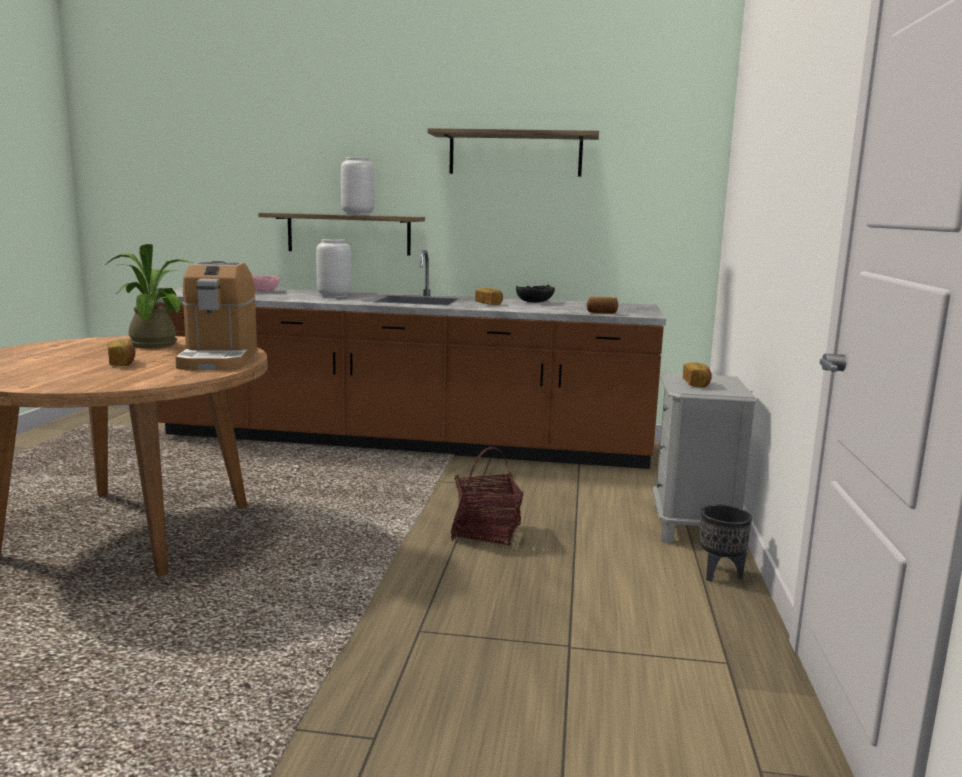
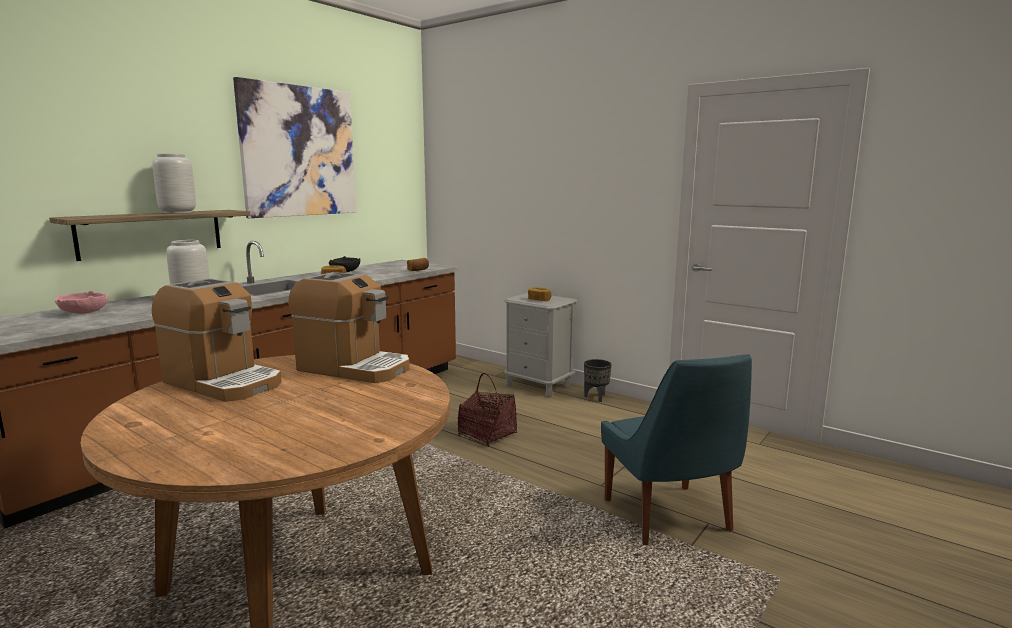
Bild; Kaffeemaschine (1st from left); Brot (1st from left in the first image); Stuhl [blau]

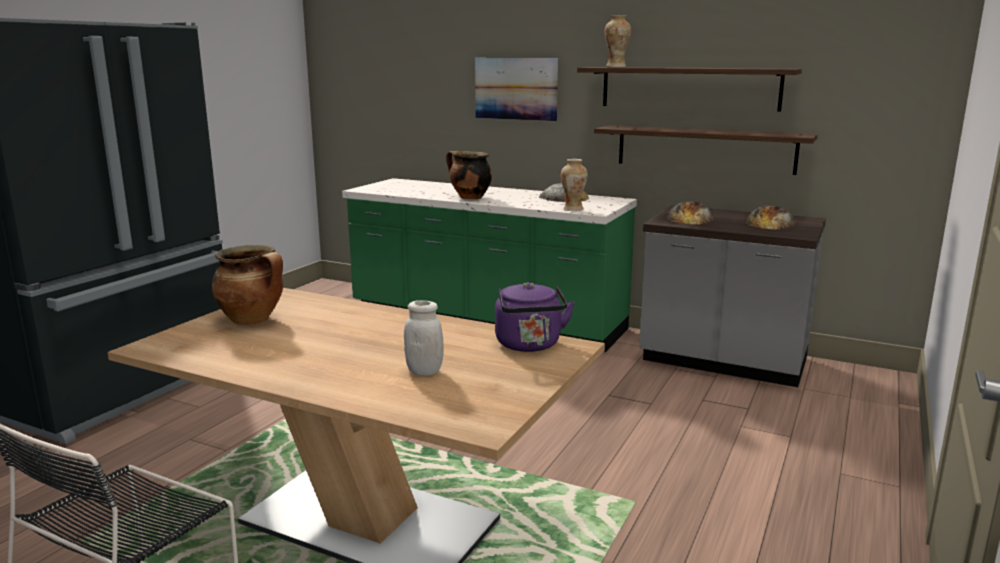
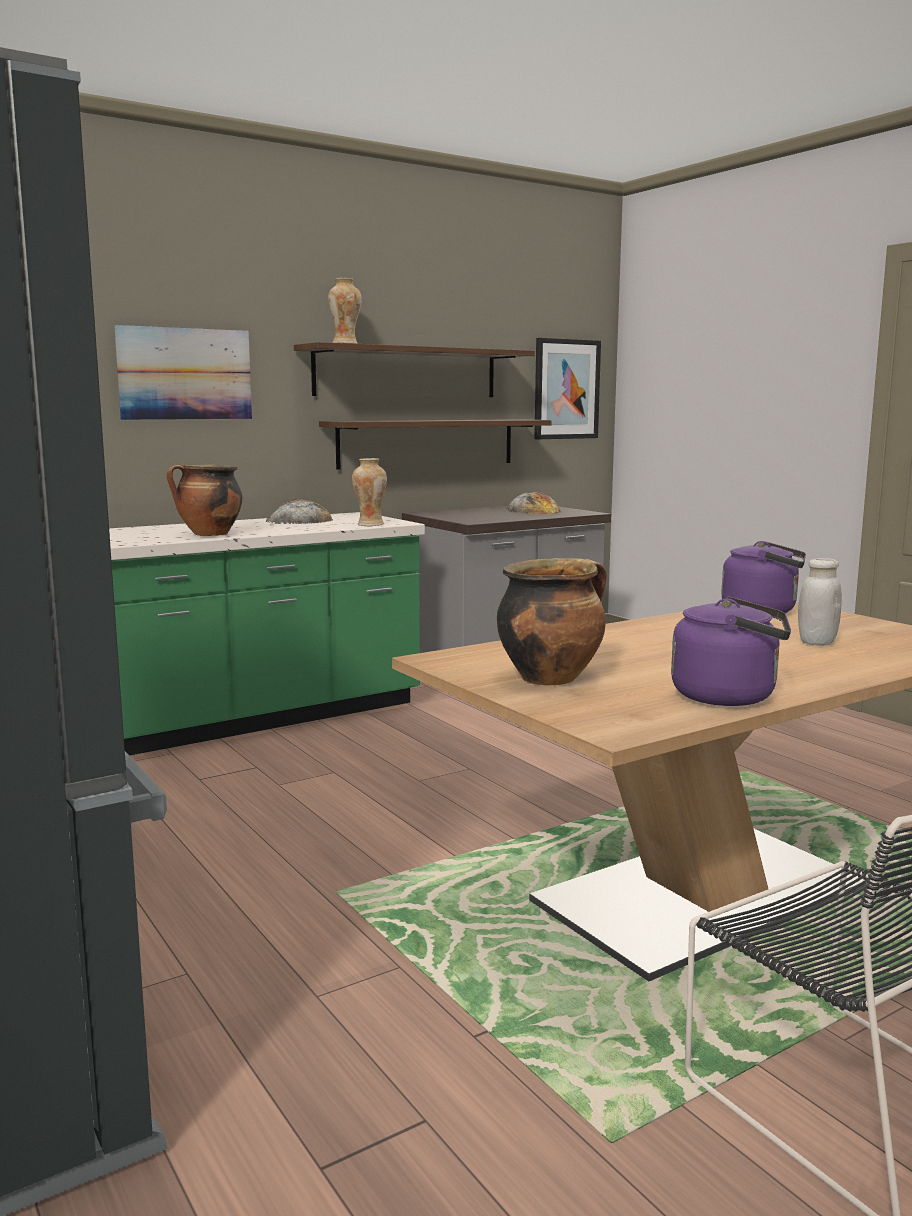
Brot (2nd from left in the first image); Bild (2nd from left); Wasserkessel [lila] (1st from left)

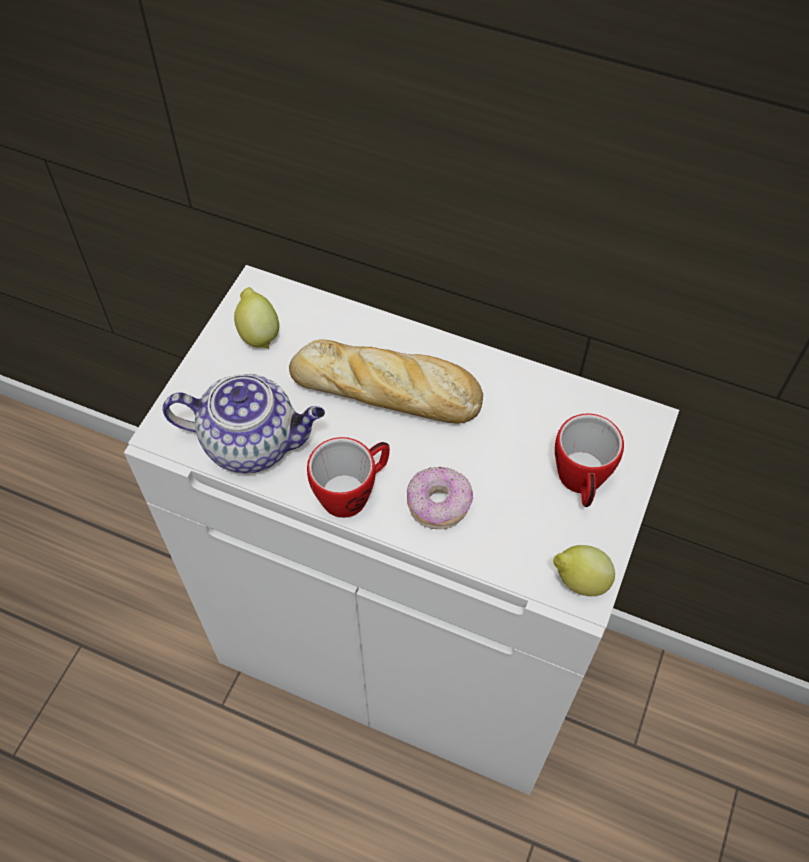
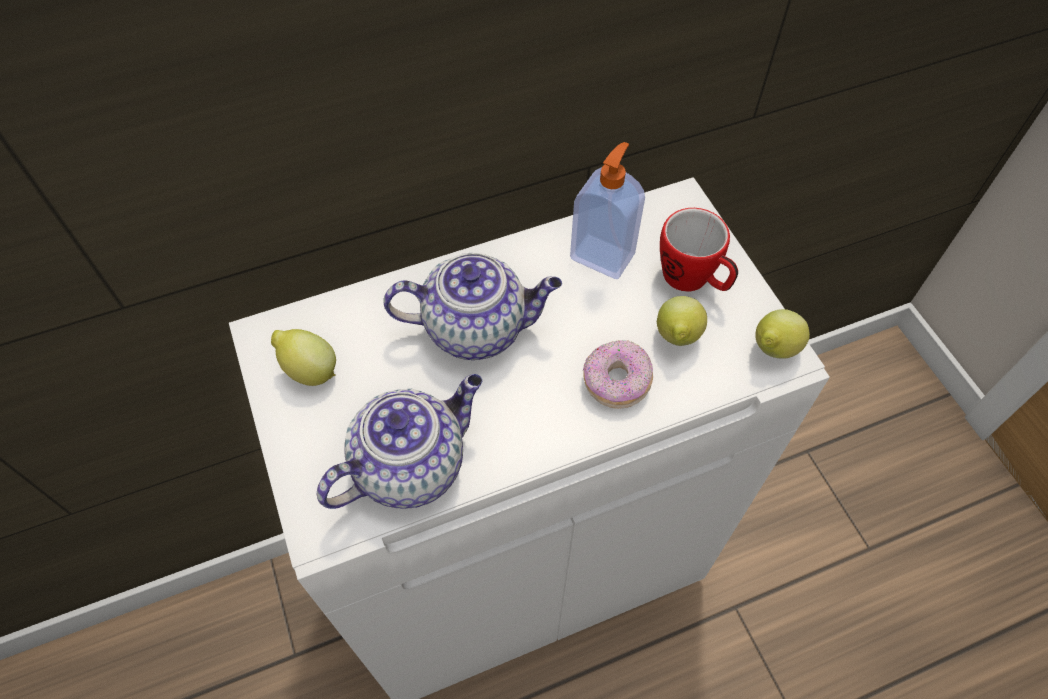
Teekanne (2nd from left); Henkelbecher (1st from left in the first image); Seifenspender; Zitrone (2nd from left)

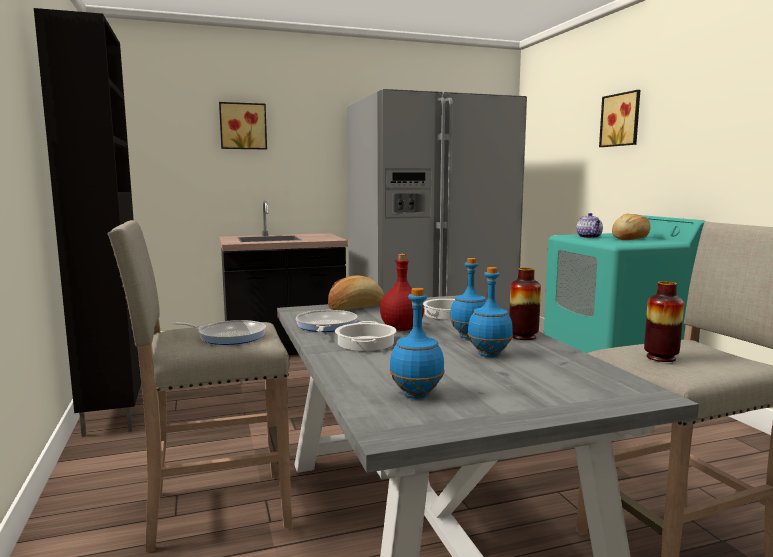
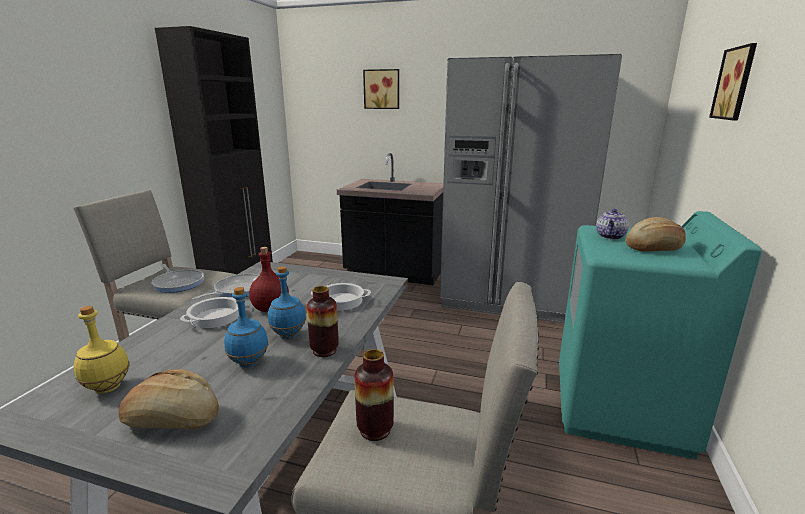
Brot (1st from left); Flasche [gelb]

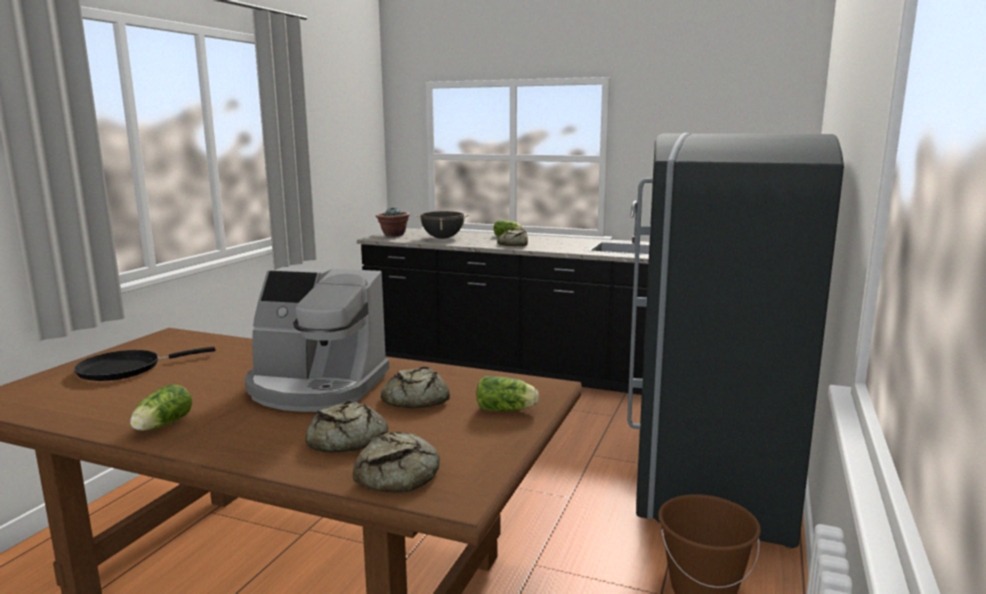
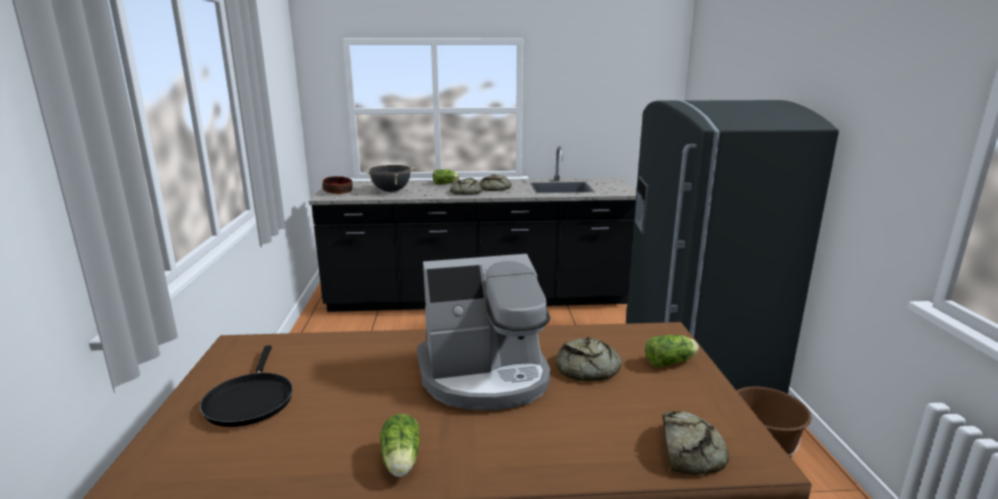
Schüssel; Pfanne [schwarz]; Brot (2nd from left)

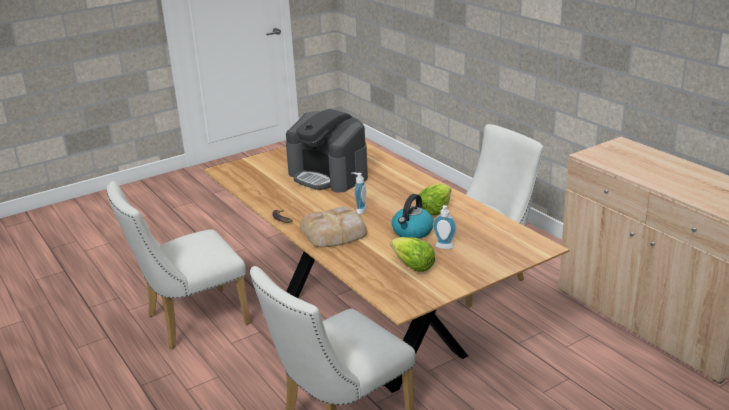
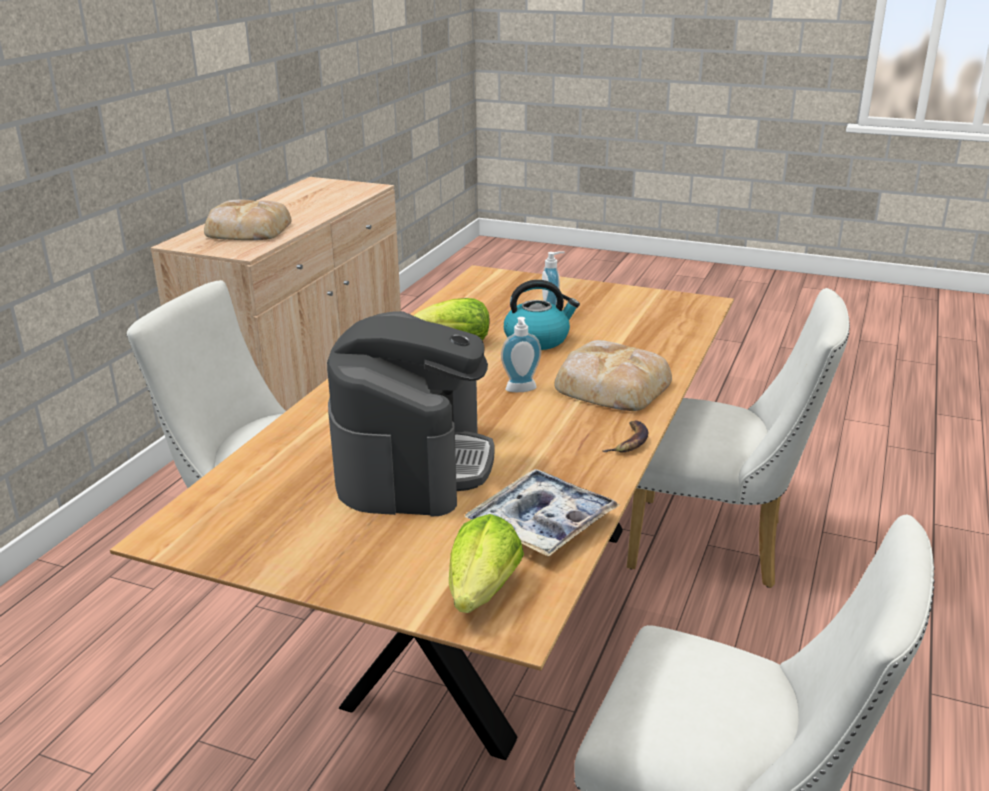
Salatkopf (2nd from left); Brot (1st from left); Tablett

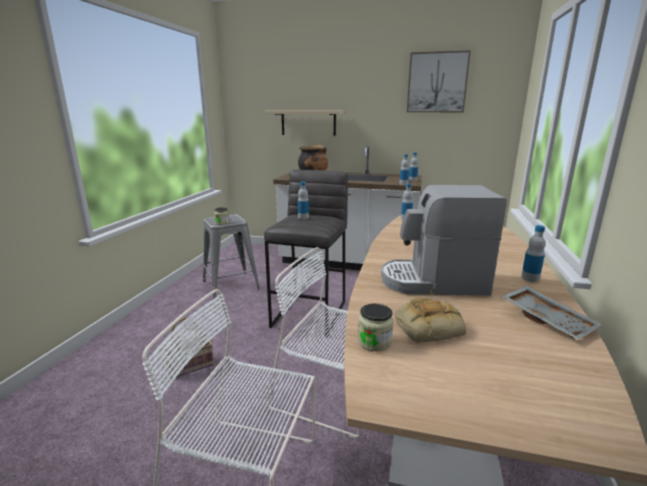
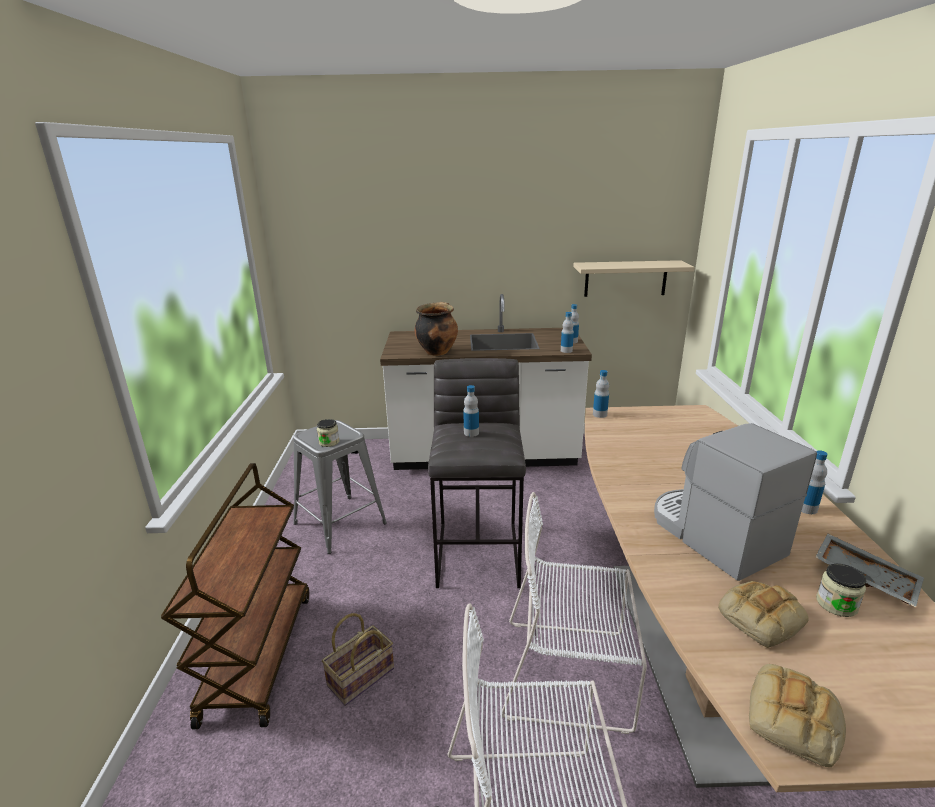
Bild; Wandregal [beige]; Kaffeemaschine; Vorratsglas (2nd from left); Rollwagen [braun]; Brot (2nd from left)

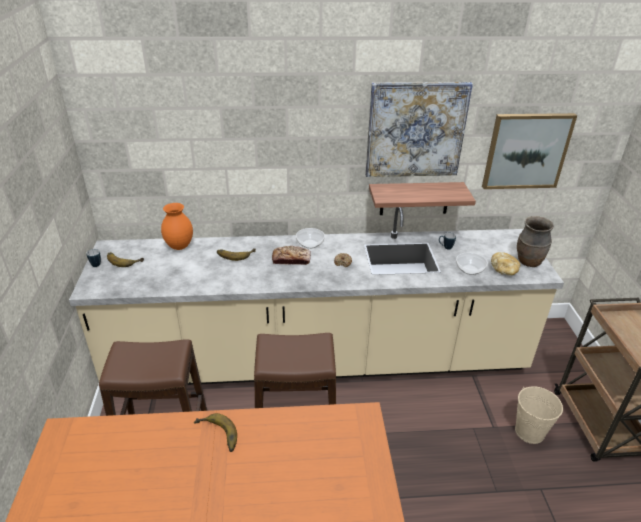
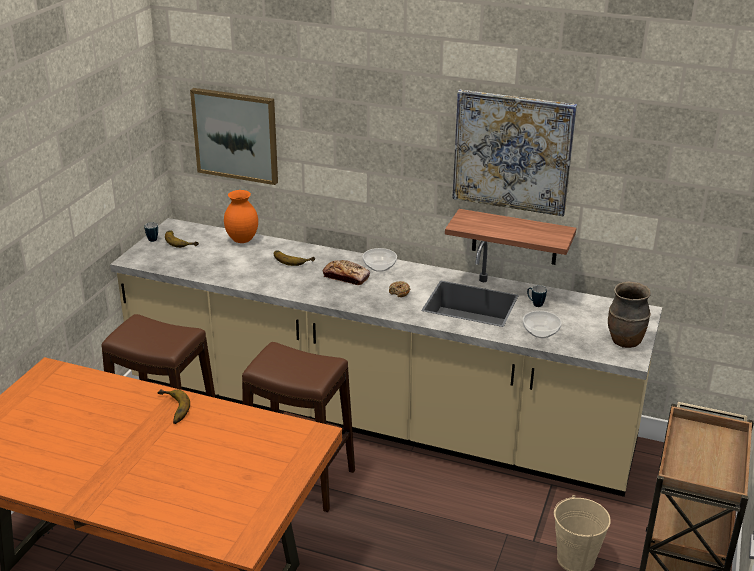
Bild (1st from left); Brot (2nd from left in the first image)

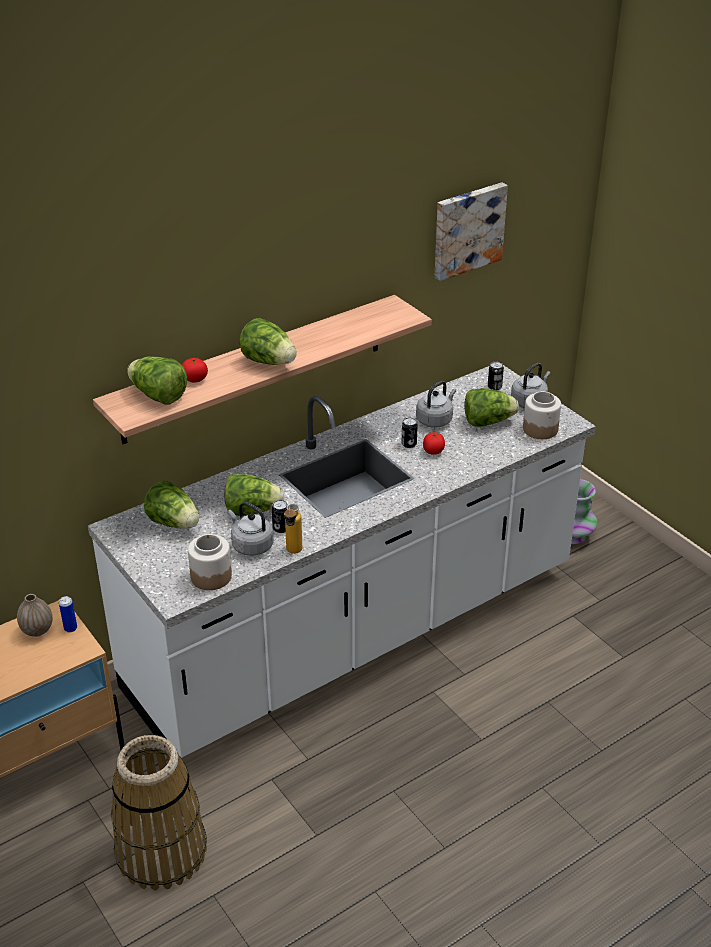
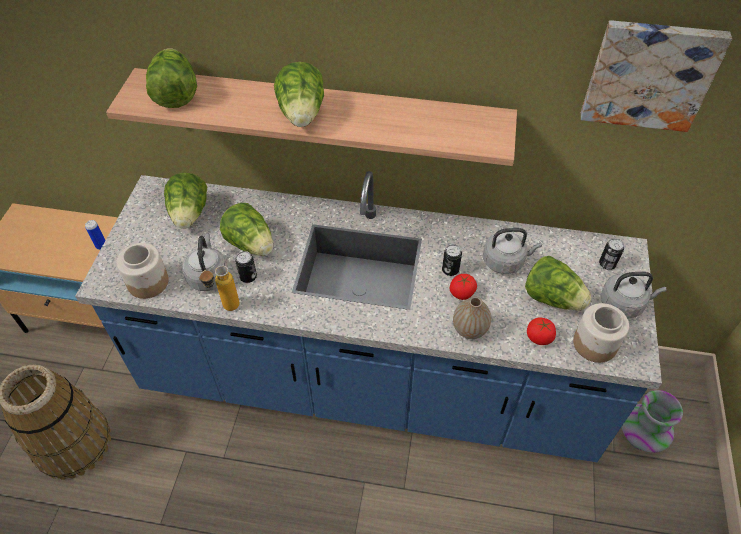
Tomate (2nd from left); Küchenzeile [blau]; Vase (1st from left)

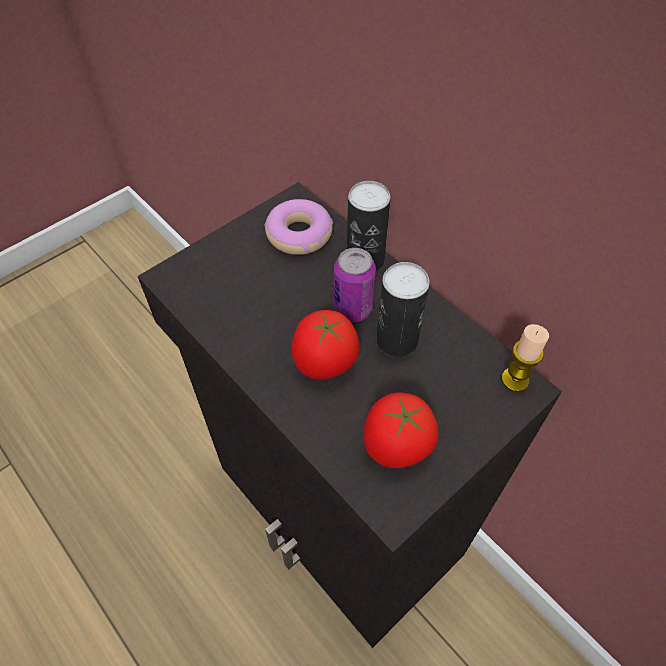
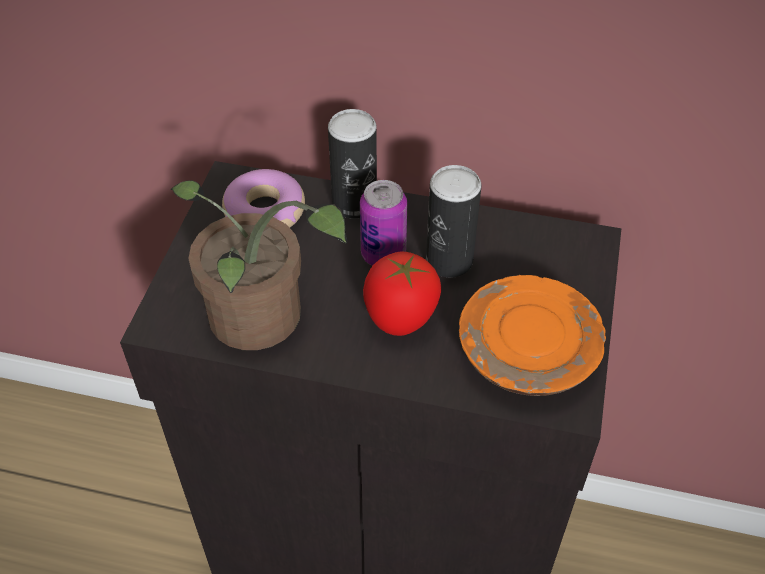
Kerze; Teller [orange]; Topfpflanze

